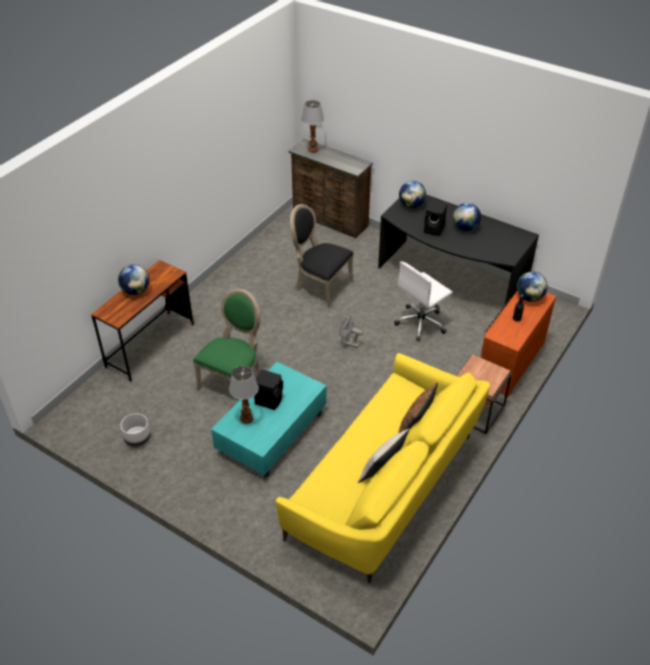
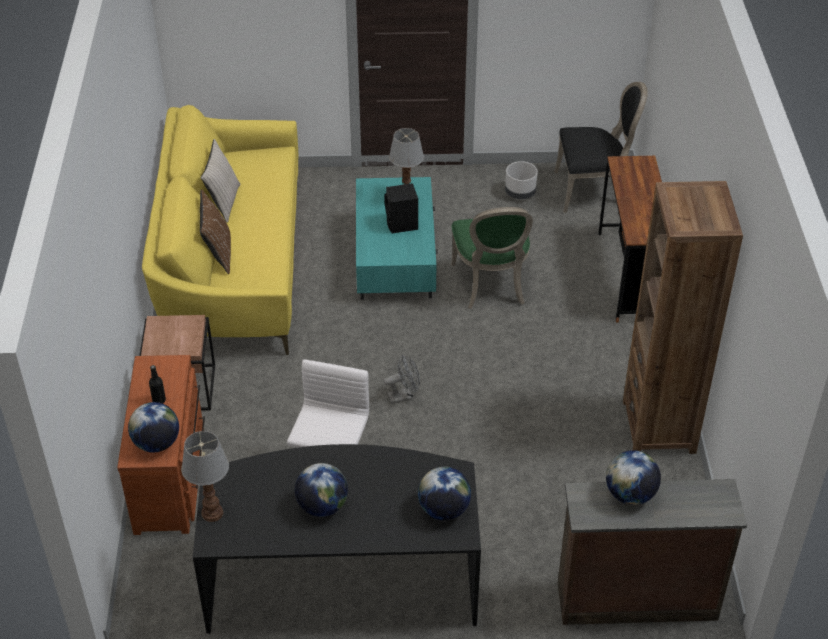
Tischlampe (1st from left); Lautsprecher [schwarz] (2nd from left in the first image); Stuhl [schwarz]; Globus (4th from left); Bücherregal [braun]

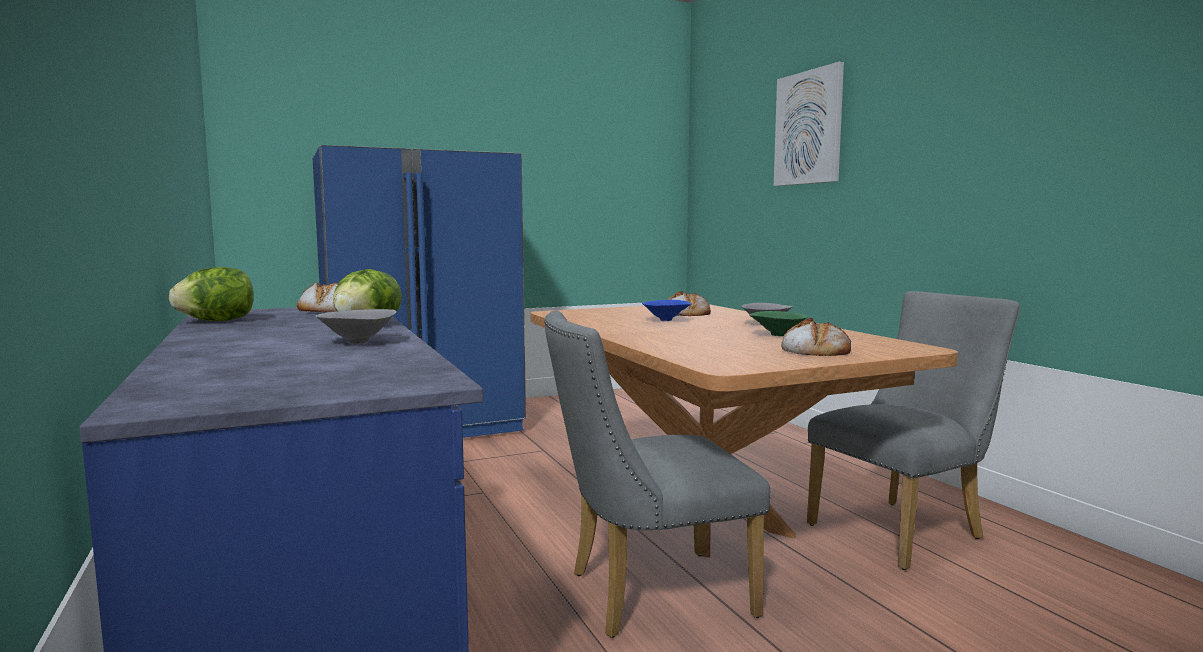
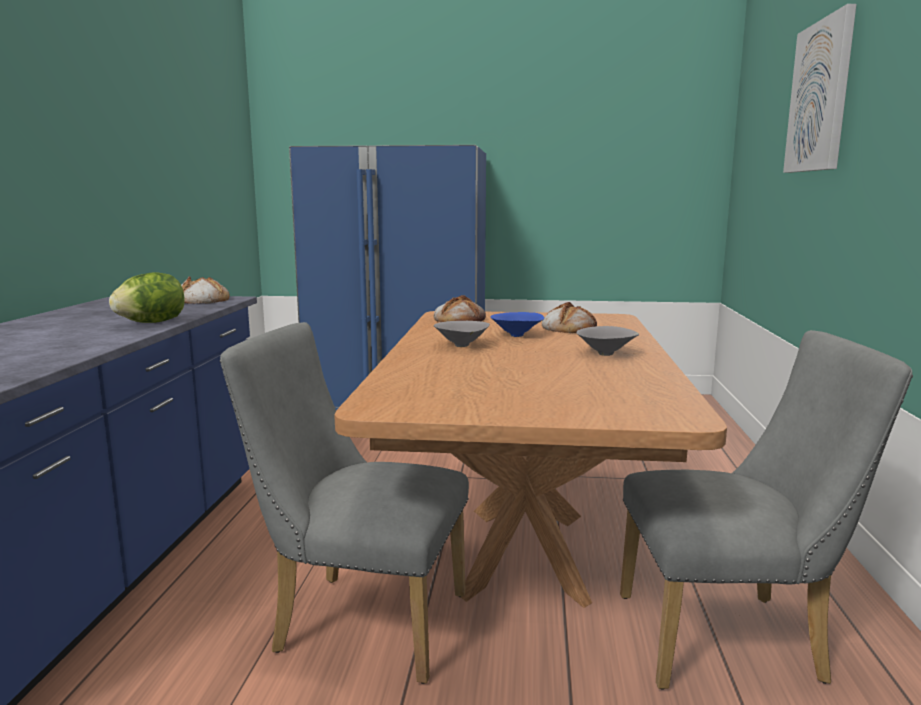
Salatkopf (1st from left in the first image); Schüssel [grau] (1st from left); Schüssel [grün]; Brot (2nd from left)

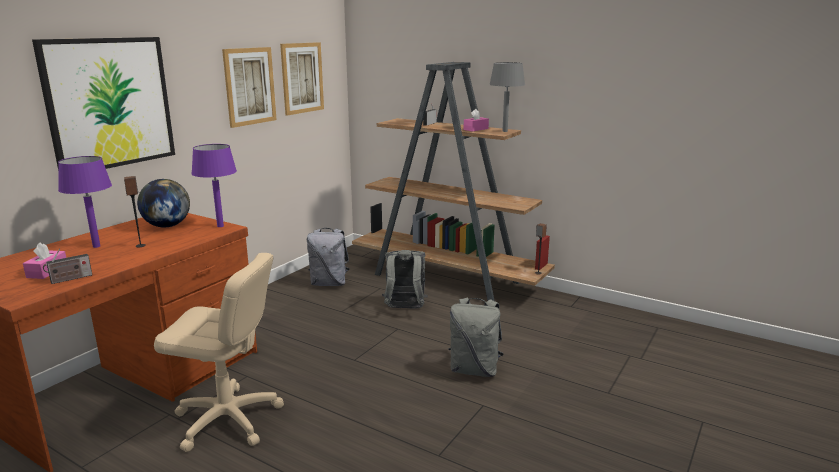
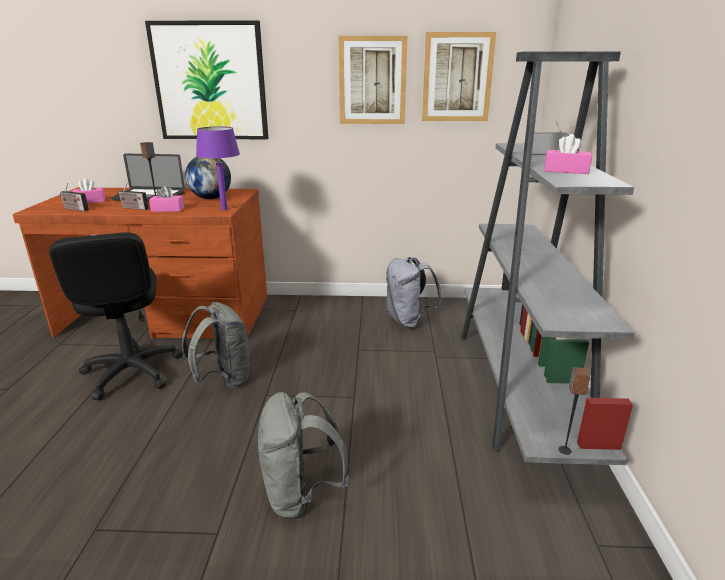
Bücherregal [grau]; Tischlampe [grau]; Laptop; Rucksack [grau] (1st from left); Bürostuhl [schwarz]; Radio (2nd from left); Taschentuchbox [rosa] (2nd from left)

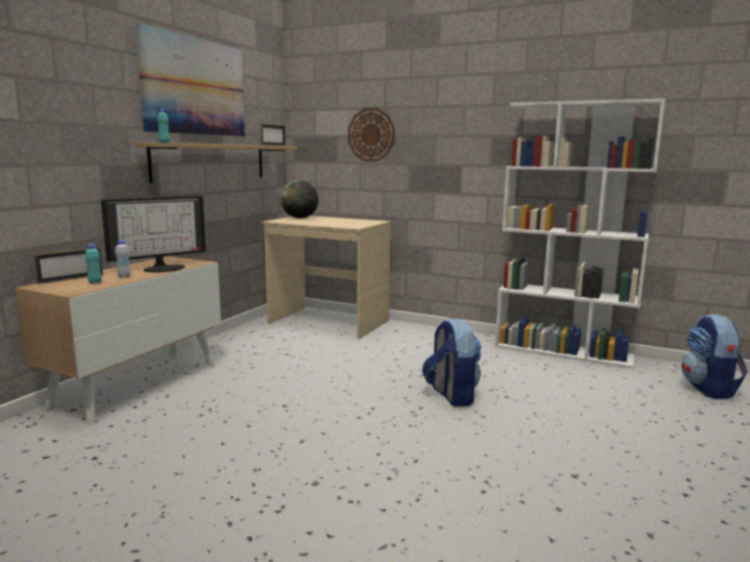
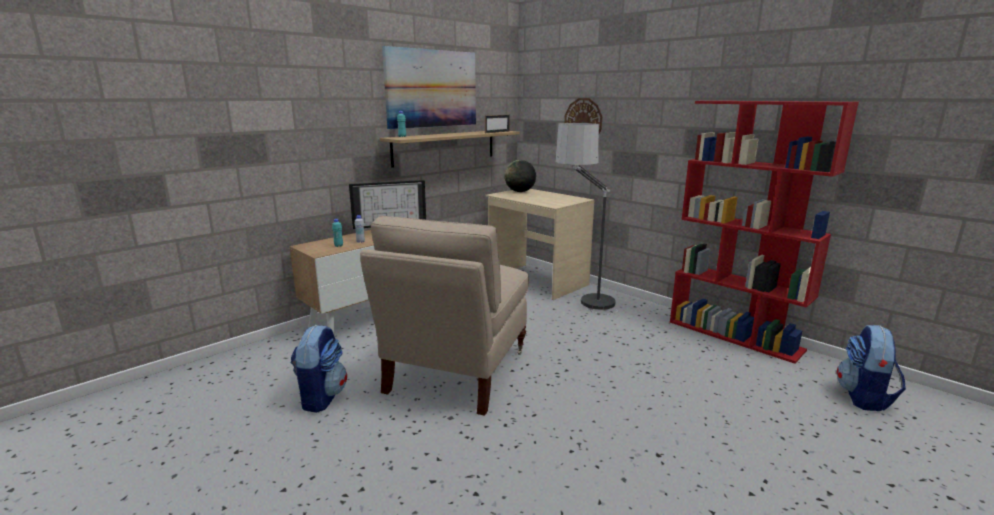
Bücherregal [rot]; Bilderrahmen (1st from left in the first image); Rucksack (1st from left); Stehlampe; Stuhl [beige]

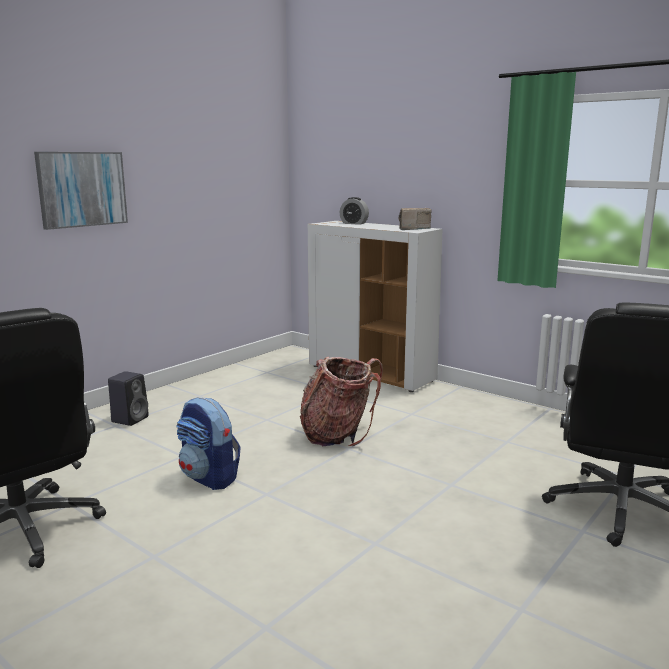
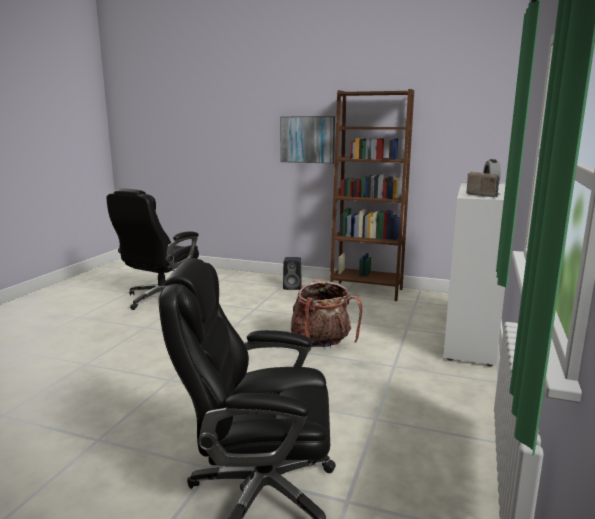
Rucksack (1st from left in the first image); Bücherregal [braun]

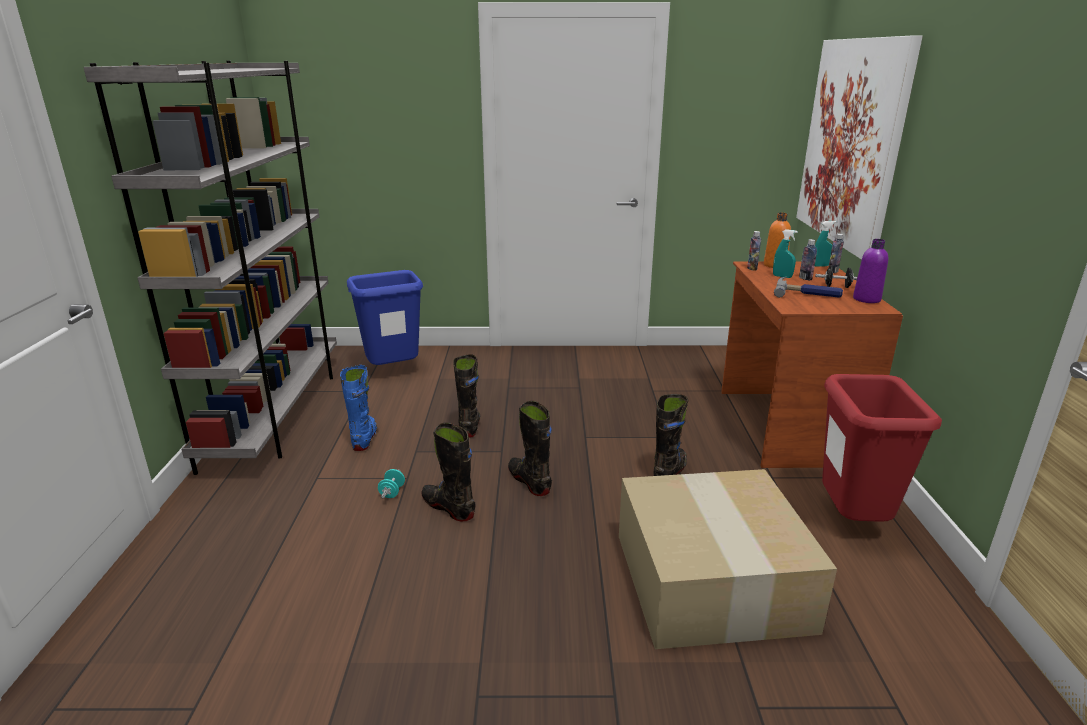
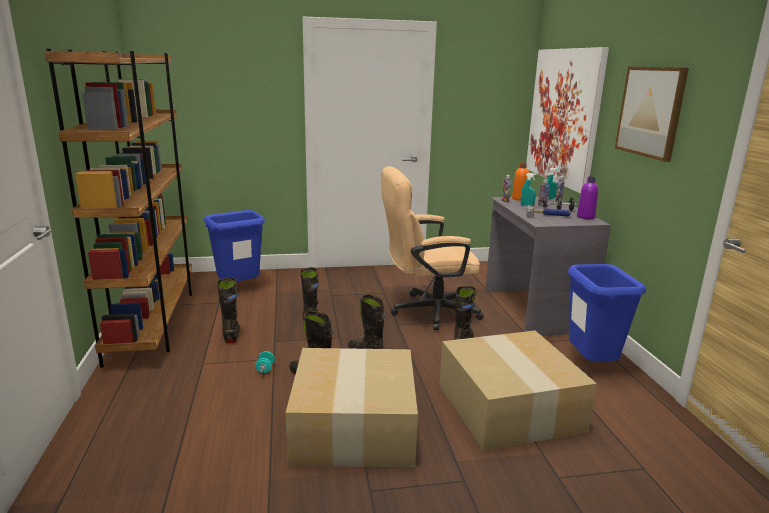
Bücherregal [braun]; Schreibtisch [grau]; Stiefel [schwarz] (1st from left); Mülleimer [blau] (2nd from left); Bild (2nd from left); Bürostuhl [beige]; Karton (1st from left)

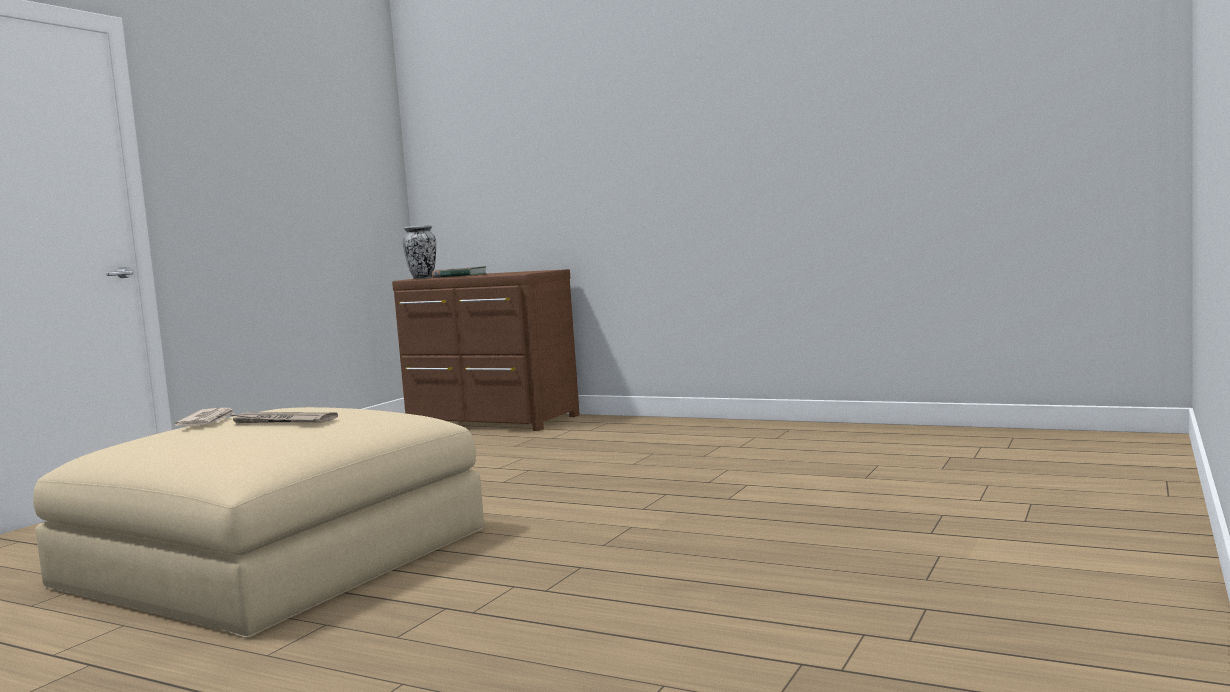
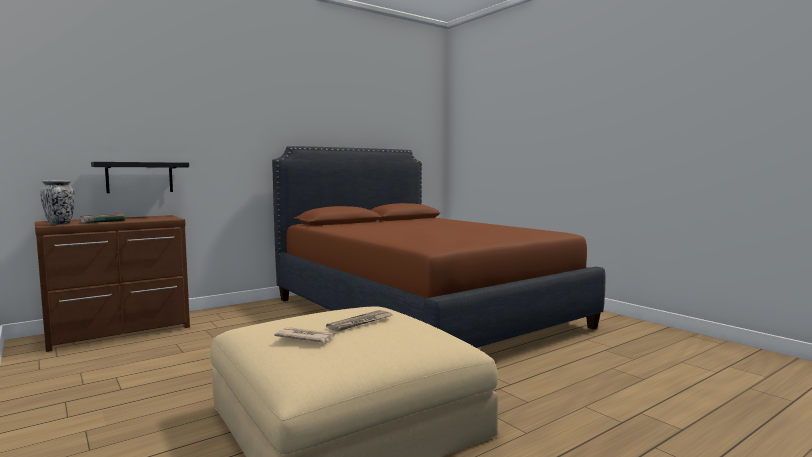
Bett [braun]; Wandregal [schwarz]

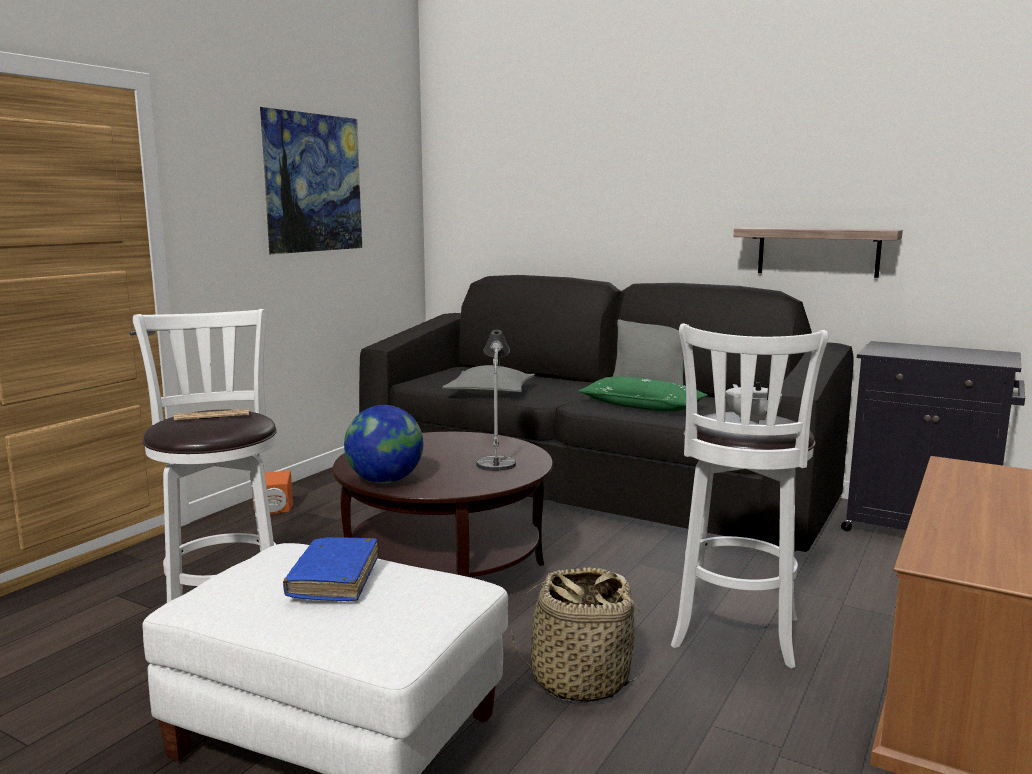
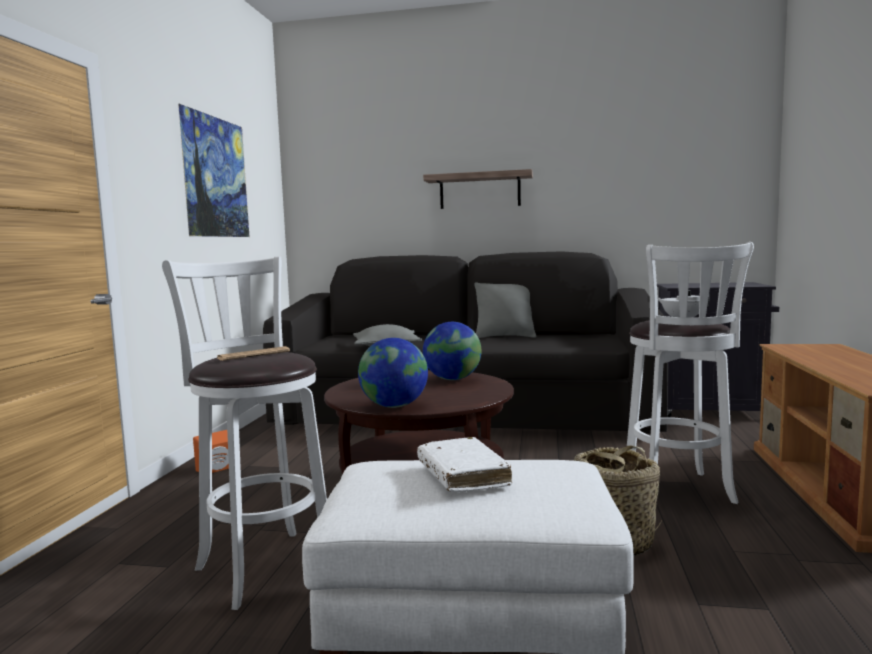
Wandregal; Globus (2nd from left); Kissen [grün]; Buch [weiß]

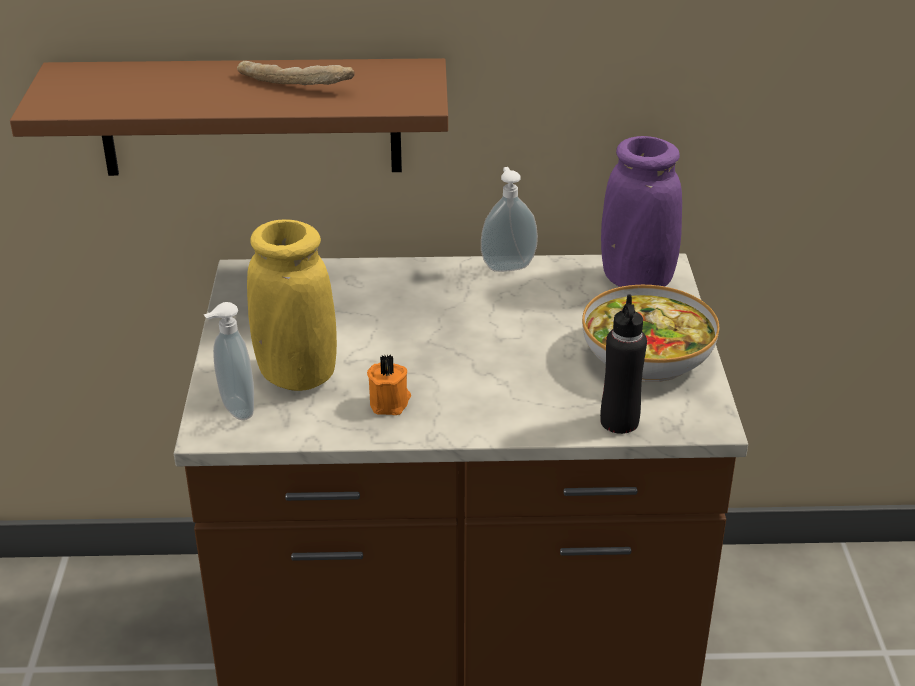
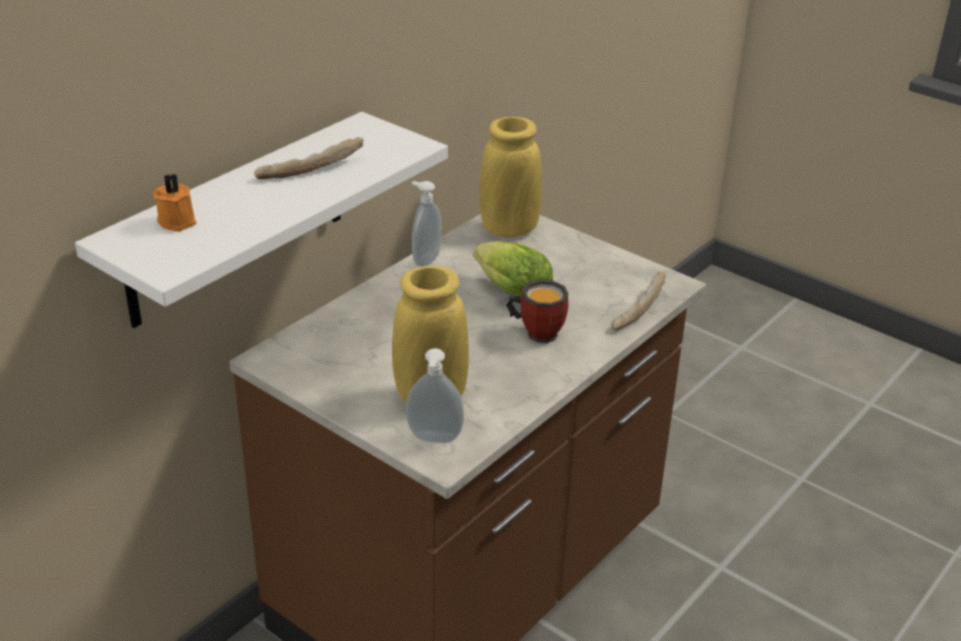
Wandregal [weiß]; Vase [gelb] (2nd from left); Schüssel; Brot (2nd from left); Kerze [orange]; Salatkopf; Henkelbecher

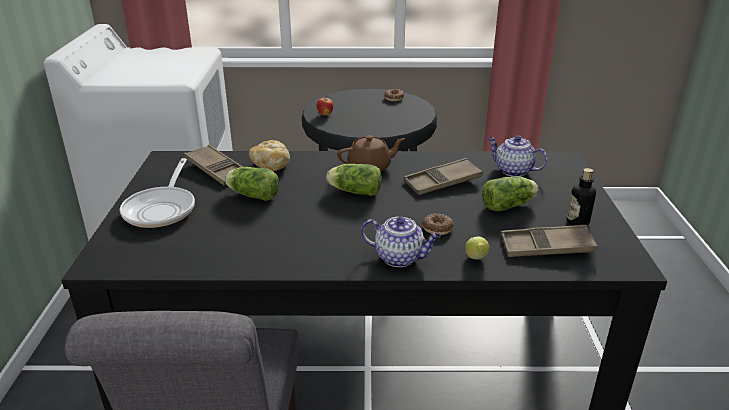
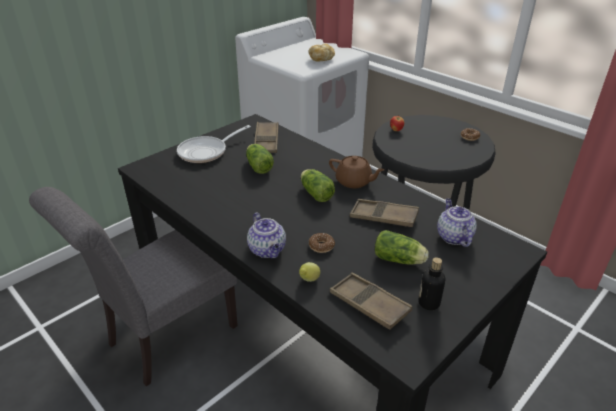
Brot

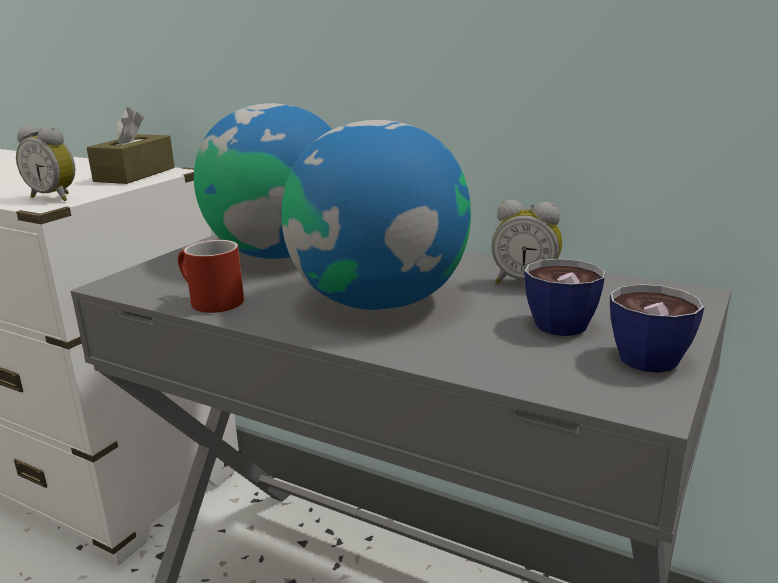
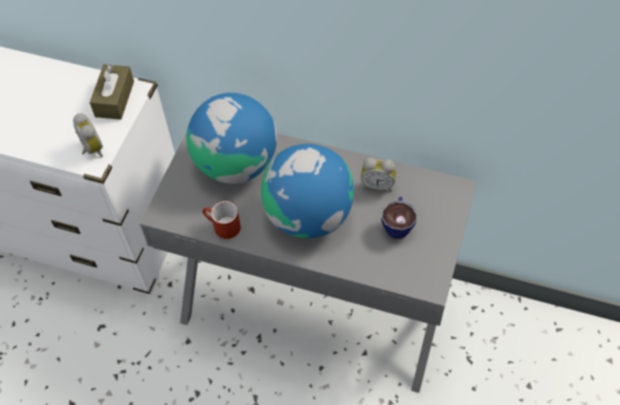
Wecker (1st from left); Tasse (2nd from left in the first image)

